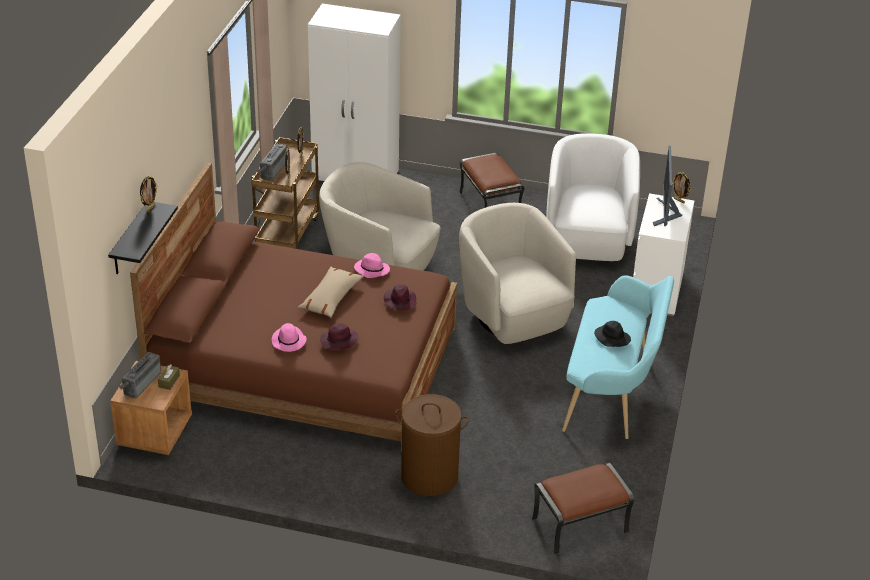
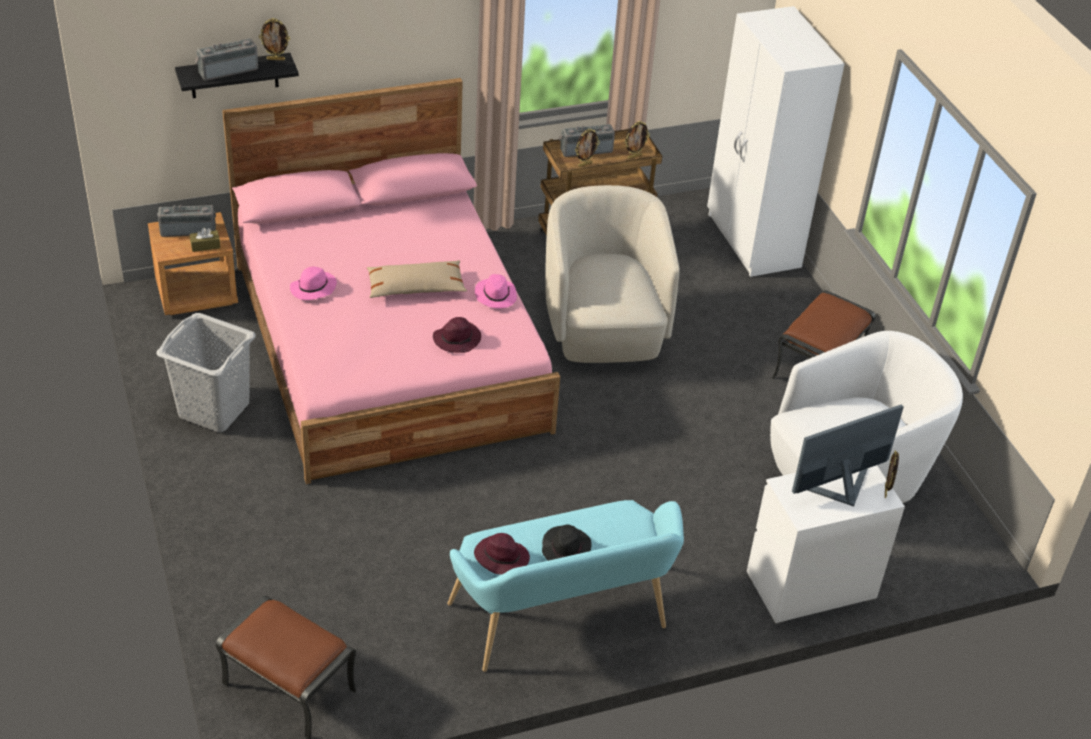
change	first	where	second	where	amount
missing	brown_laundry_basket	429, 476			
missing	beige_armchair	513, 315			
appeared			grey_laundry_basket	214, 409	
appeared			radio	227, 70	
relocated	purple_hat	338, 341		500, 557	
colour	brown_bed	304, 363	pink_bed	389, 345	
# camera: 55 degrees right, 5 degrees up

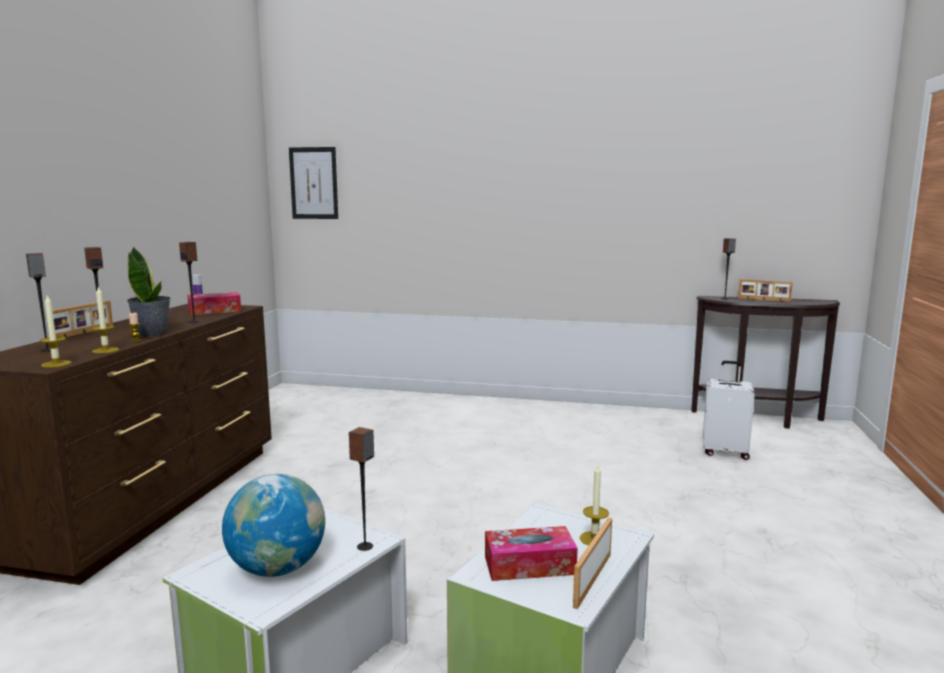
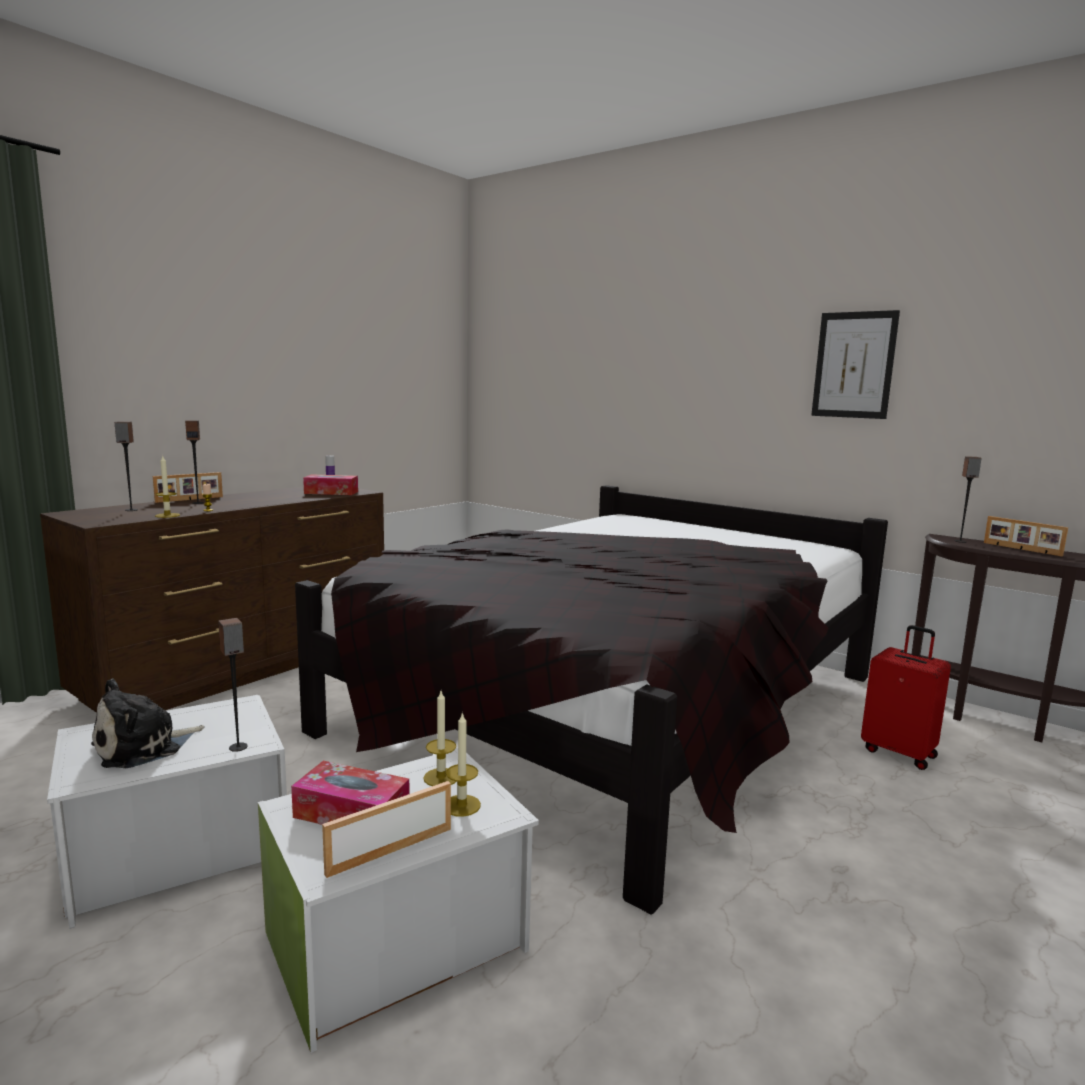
change	first	where	second	where	amount
missing	potted_plant	152, 333			
missing	speaker	194, 322			
appeared			black_bed	615, 704	
relocated	candle	56, 364		441, 777	
relocated	picture	314, 183		854, 365	
exchanged	globe	278, 569	plush_toy	143, 747	
colour	white_suitcase	725, 452	red_suitcase	899, 752	
# camera: 25 degrees right, 0 degrees up

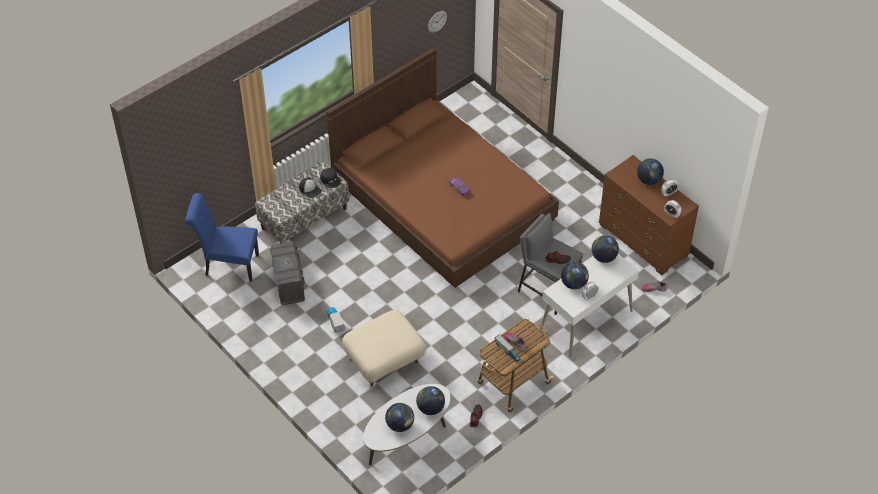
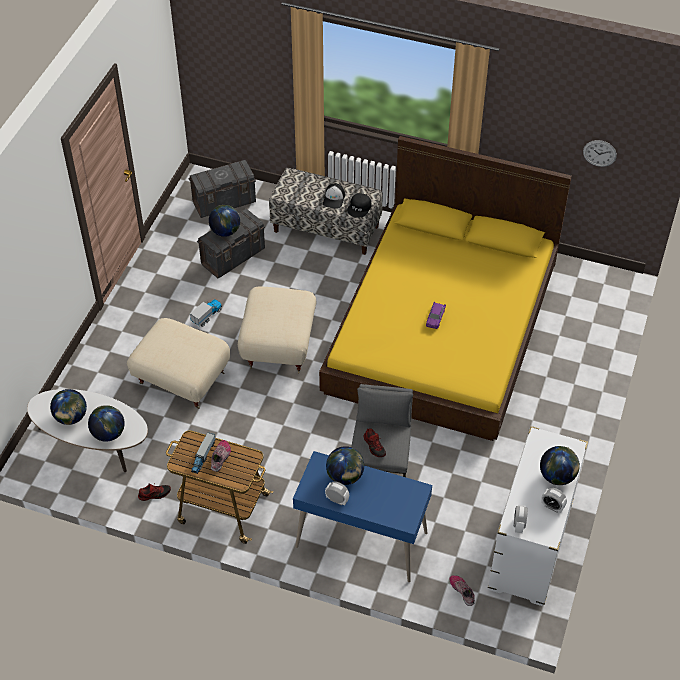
change	first	where	second	where	amount
appeared			beige_ottoman	278, 345	
relocated	globe	604, 257		225, 231	
exchanged	blue_chair	228, 265	grey_storage_box	224, 202	
colour	brown_bed	443, 198	yellow_bed	443, 326	
colour	white_desk	586, 321	blue_desk	361, 540	
colour	brown_dresser	643, 241	white_dresser	530, 546	
# camera: 60 degrees right, 0 degrees up

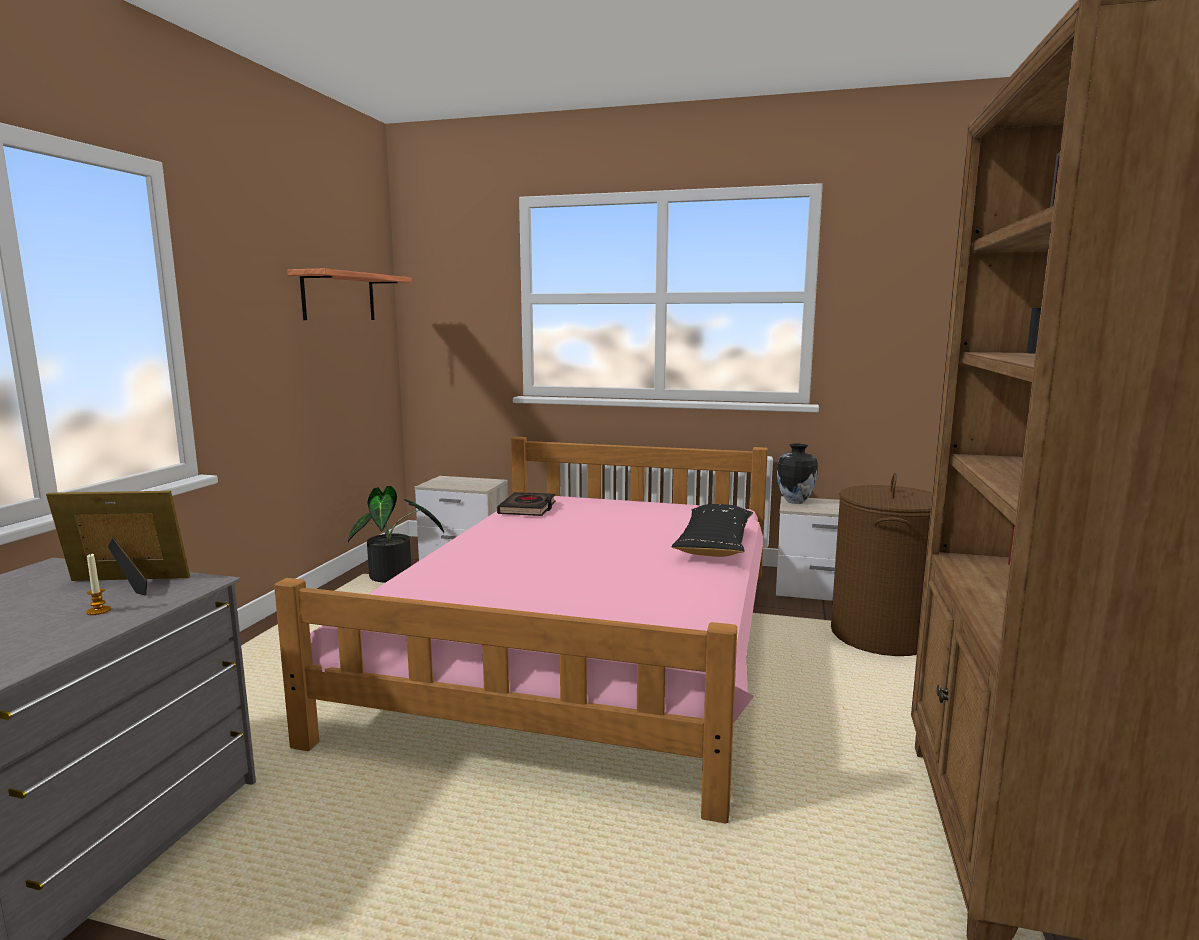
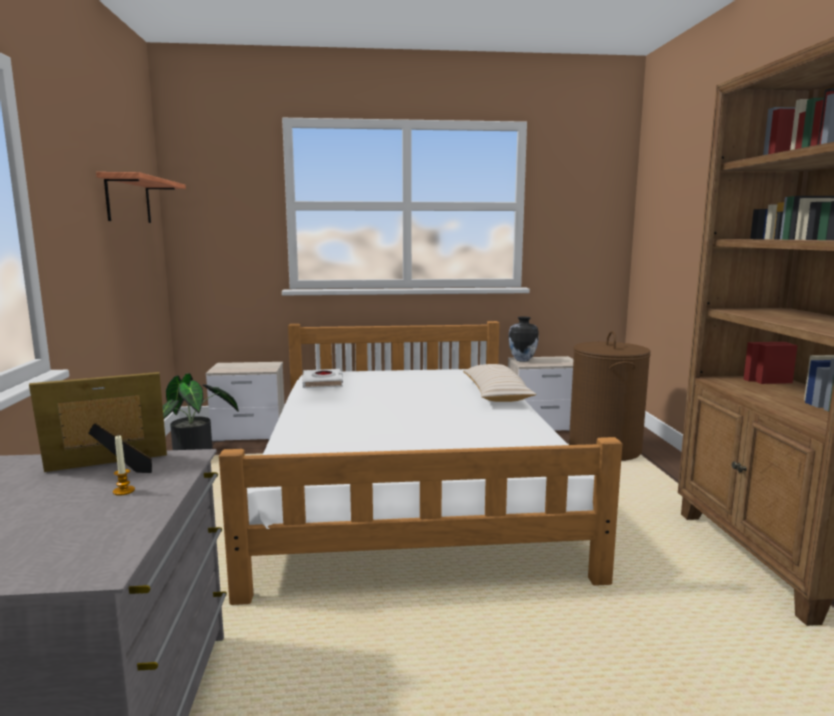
change	first	where	second	where	amount
colour	pink_bed	585, 641	white_bed	407, 482	
colour	black_book	527, 509	white_book	322, 382	
colour	black_pillow	714, 544	beige_pillow	496, 394	
# camera: 20 degrees left, 0 degrees up

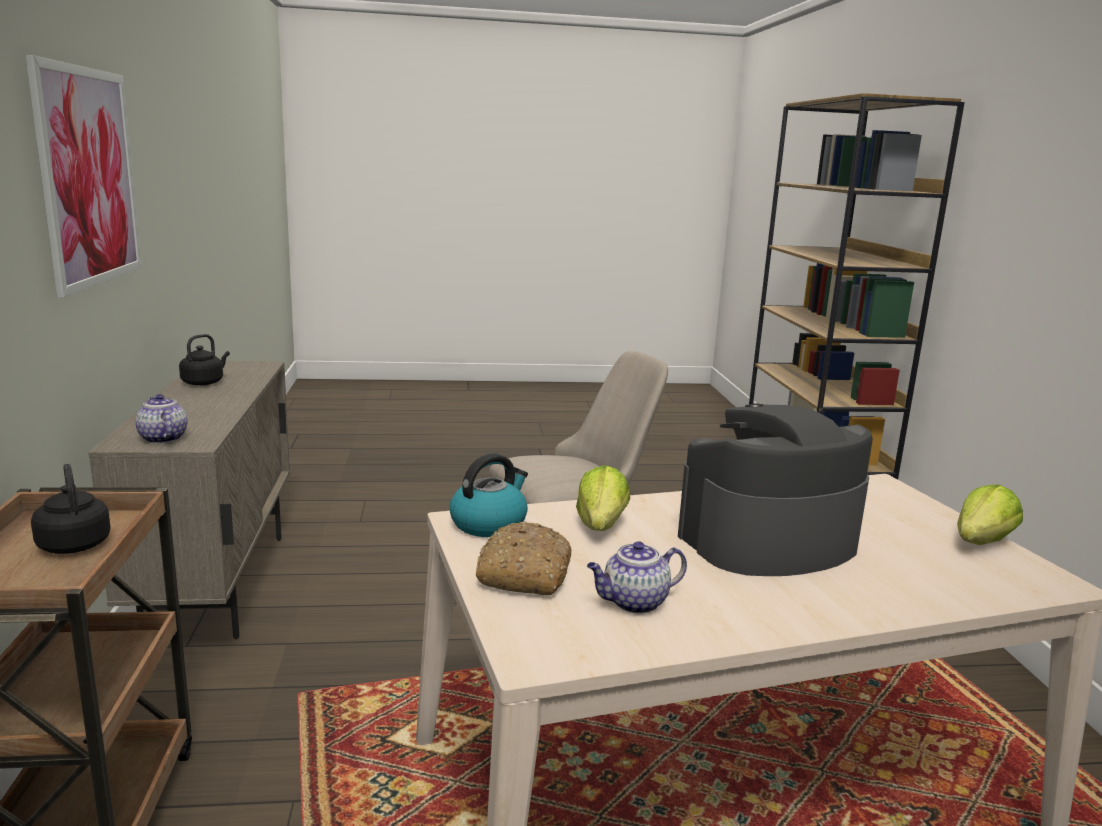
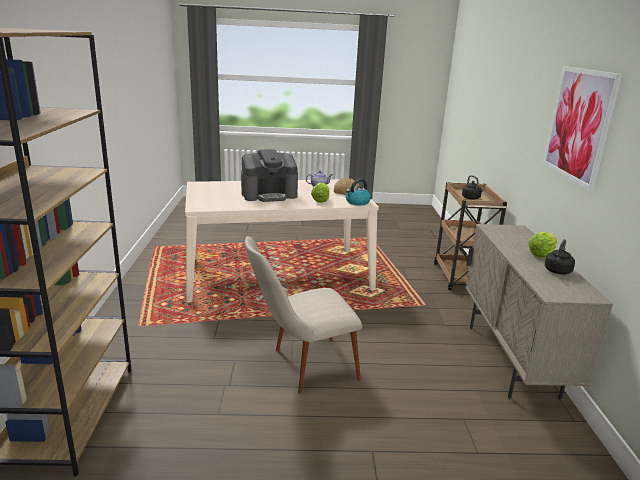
change	first	where	second	where	amount
missing	teapot	162, 438			
relocated	lettuce	981, 542		541, 254	
# camera: 175 degrees left, 5 degrees up

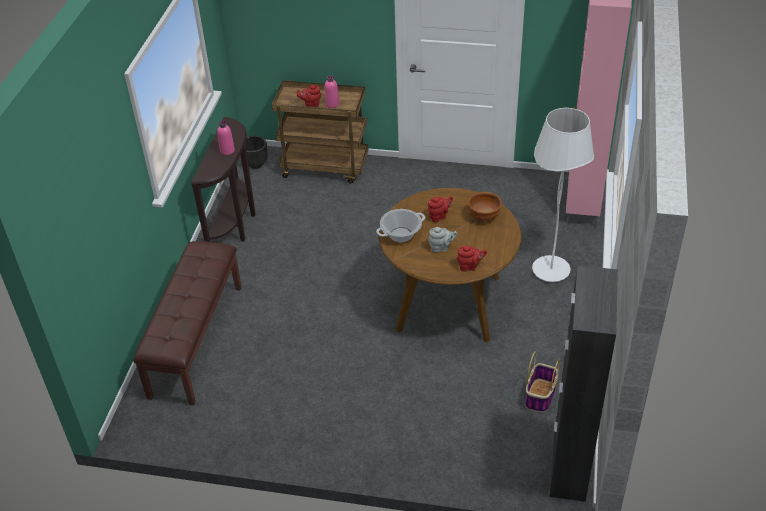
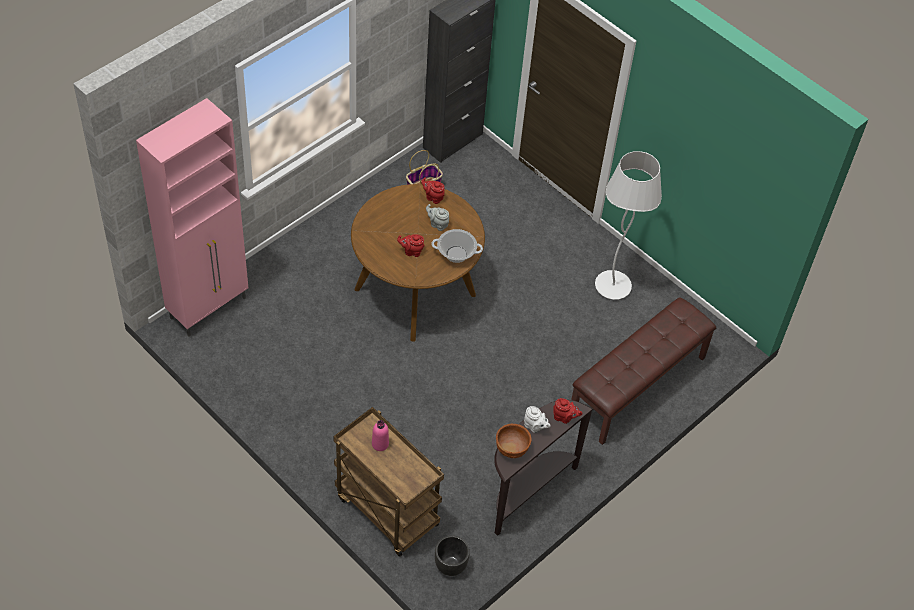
change	first	where	second	where	amount
relocated	red_teapot	311, 104		564, 418	
relocated	brown_bowl	483, 217		512, 449	
relocated	white_floor_lamp	551, 271		613, 286	
exchanged	pink_bottle	227, 150	white_teapot	535, 427	
# camera: 150 degrees left, 10 degrees up

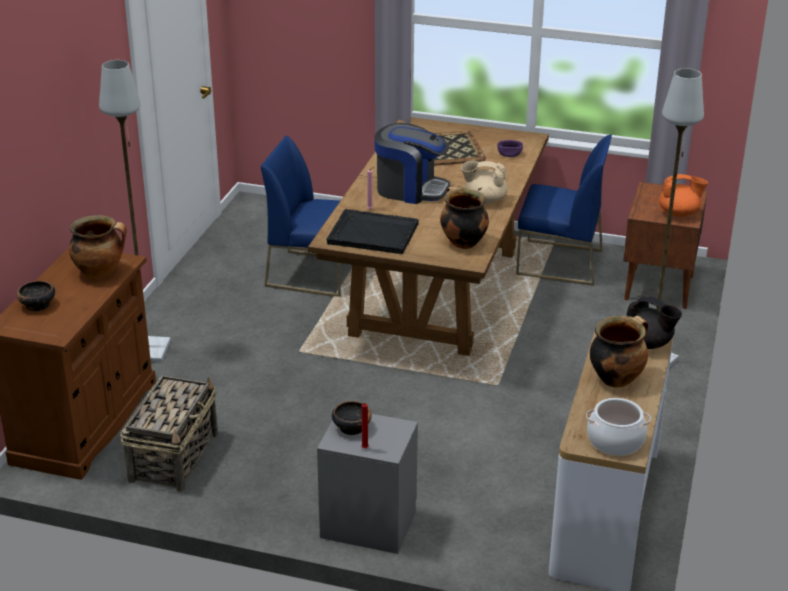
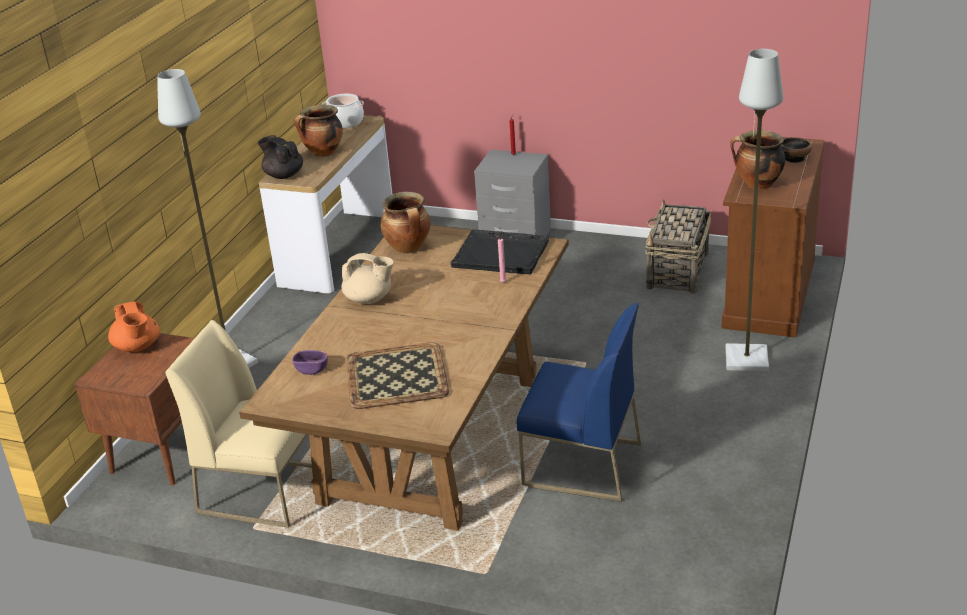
change	first	where	second	where	amount
missing	bowl	351, 427			
missing	coffee_machine	410, 189			
colour	blue_chair	558, 263	beige_chair	264, 490	
spun	orange_teapot	679, 213		137, 347	120 degrees counterclockwise
# camera: 175 degrees left, 0 degrees up

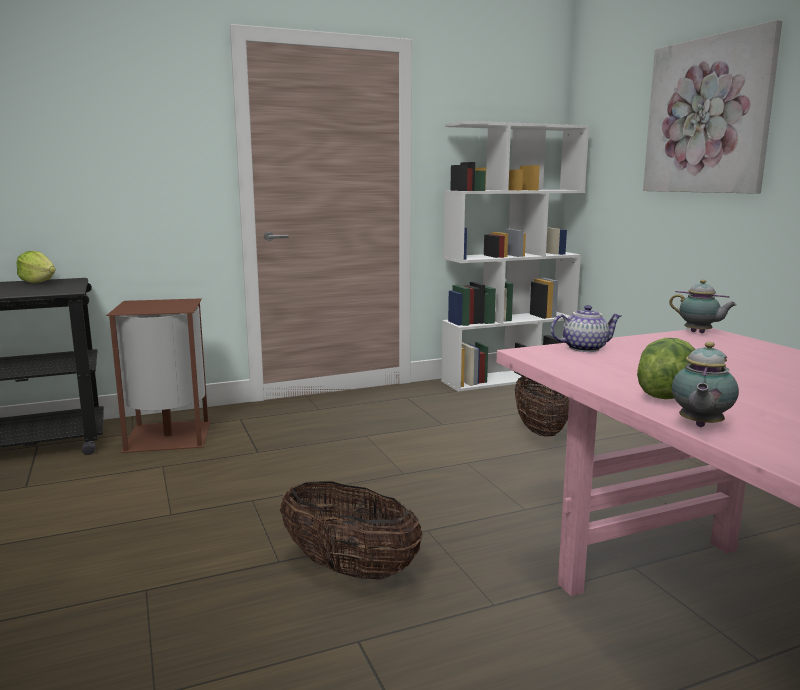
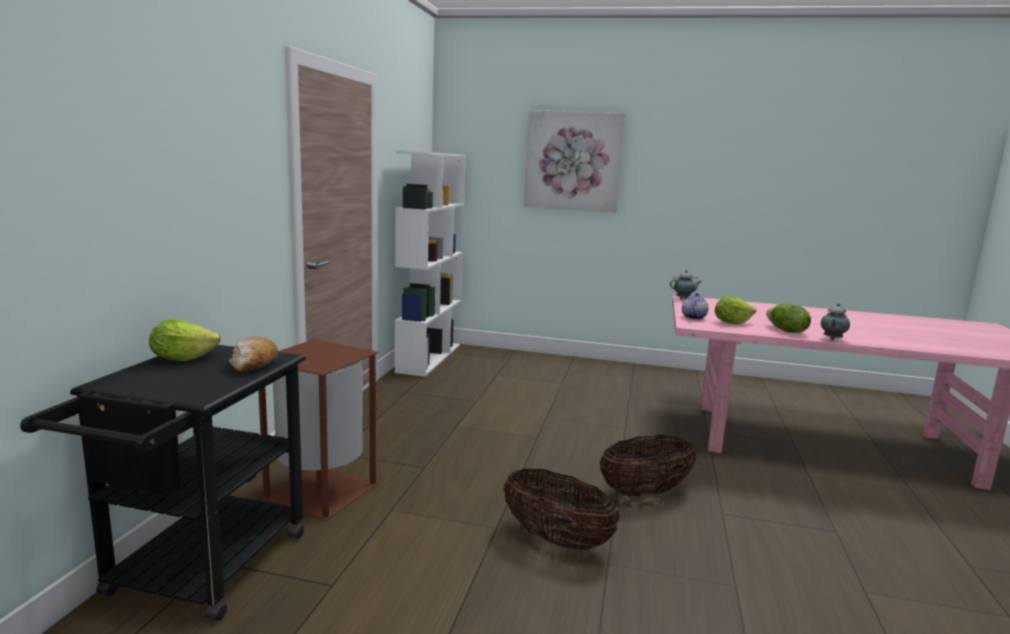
change	first	where	second	where	amount
appeared			bread	253, 364	
appeared			lettuce	731, 323	
relocated	basket	540, 430		556, 539	
spun	teapot	699, 425		831, 339	60 degrees clockwise
# camera: 55 degrees left, 0 degrees up

